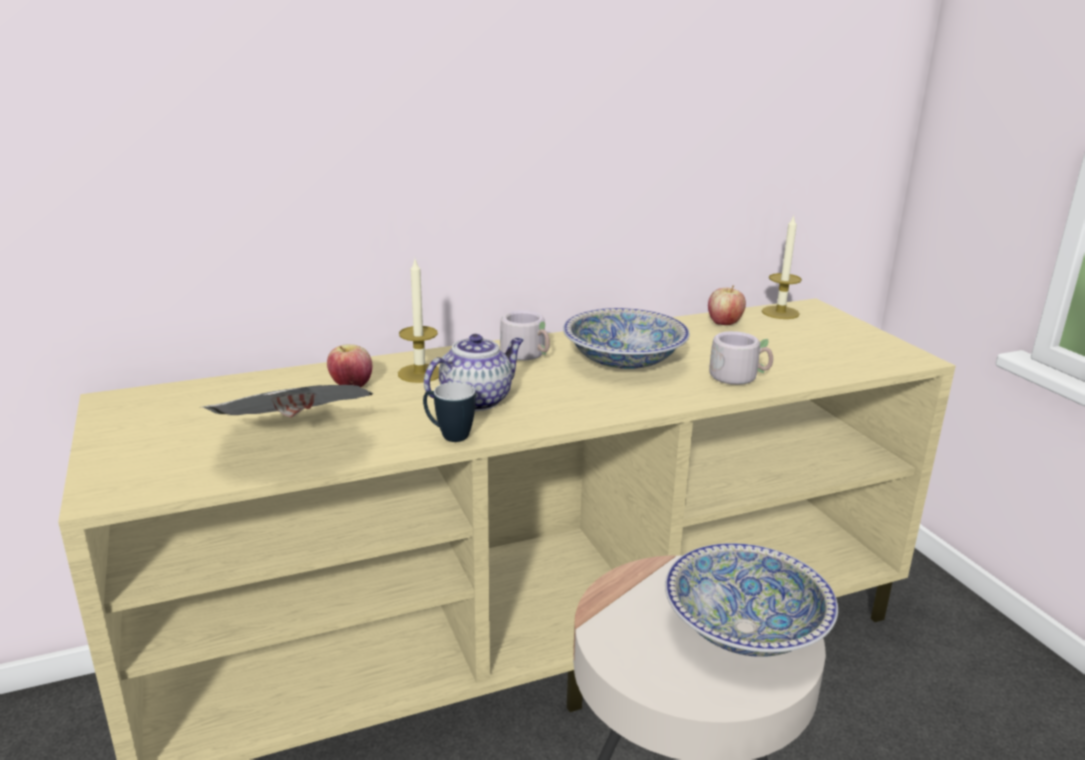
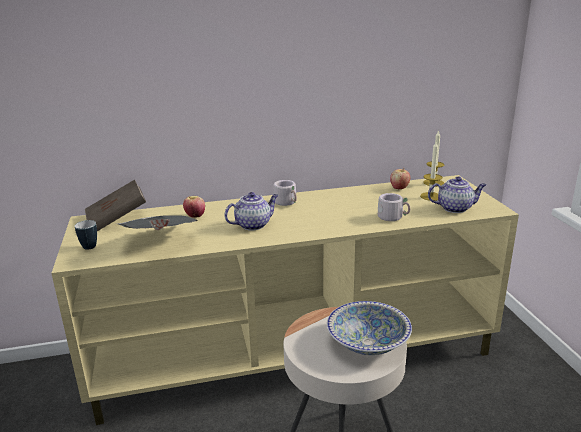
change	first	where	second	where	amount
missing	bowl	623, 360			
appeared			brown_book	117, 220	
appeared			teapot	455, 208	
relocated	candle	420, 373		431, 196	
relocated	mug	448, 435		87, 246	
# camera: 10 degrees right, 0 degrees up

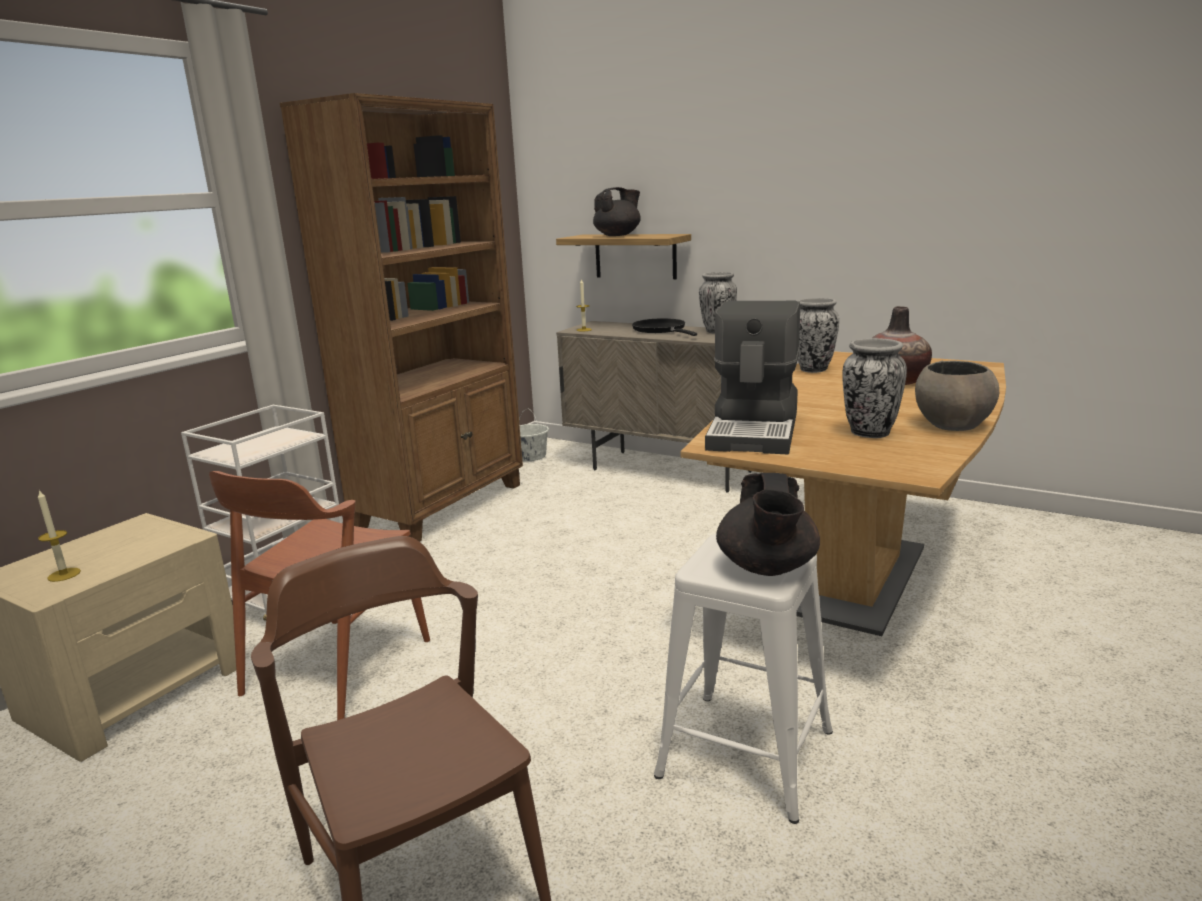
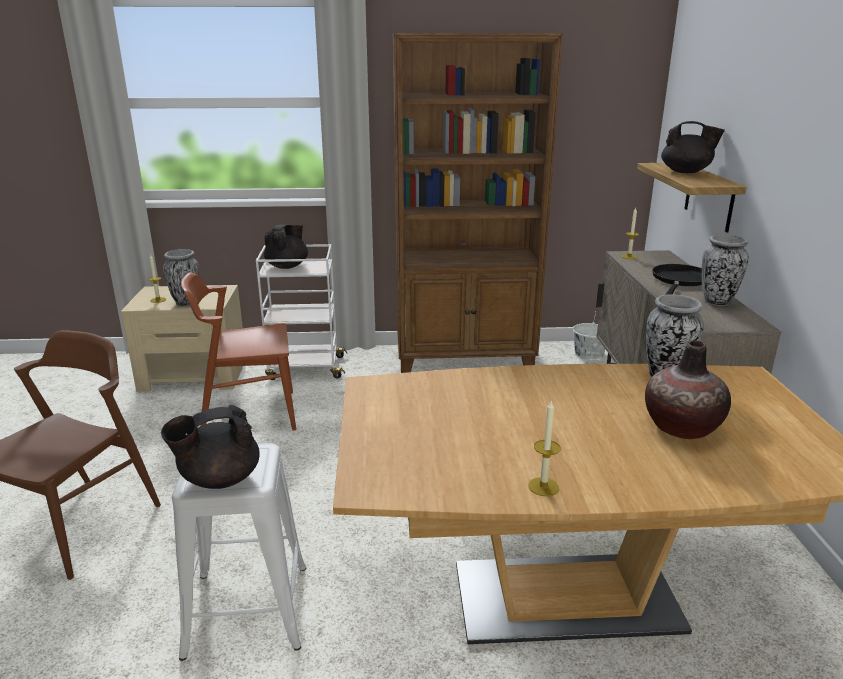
change	first	where	second	where	amount
missing	coffee_machine	755, 430			
appeared			black_teapot	287, 266	
relocated	vase	869, 433		186, 303	
exchanged	grey_bowl	952, 425	candle	543, 487	
# camera: 55 degrees right, 5 degrees up

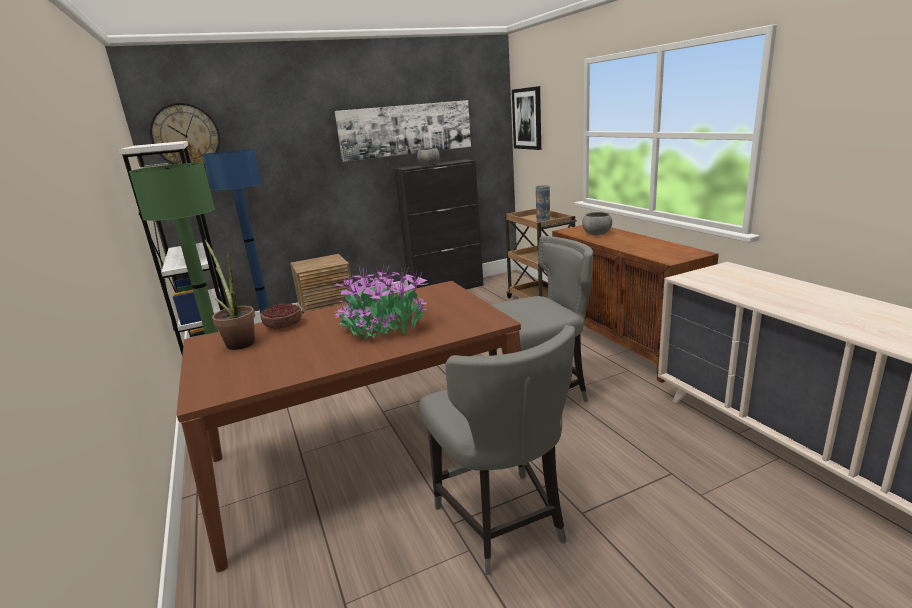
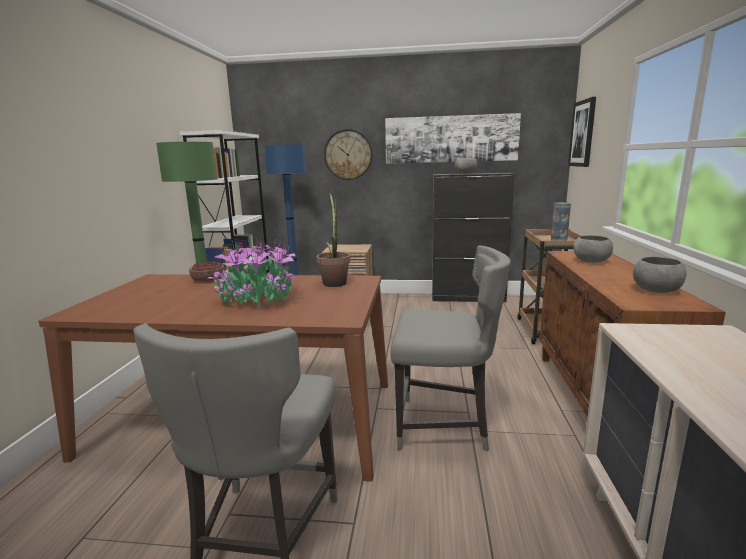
change	first	where	second	where	amount
appeared			grey_bowl	656, 290	
relocated	wall_clock	185, 136		348, 154	
relocated	potted_plant	239, 342		334, 282	
# camera: 30 degrees right, 5 degrees down

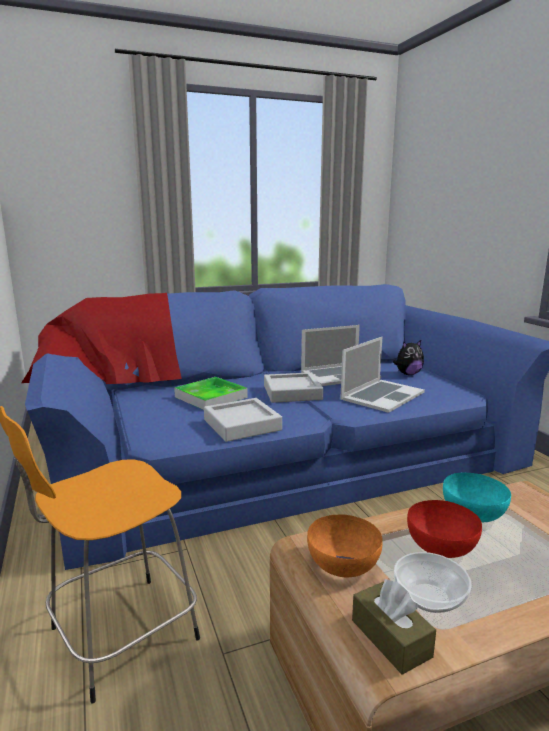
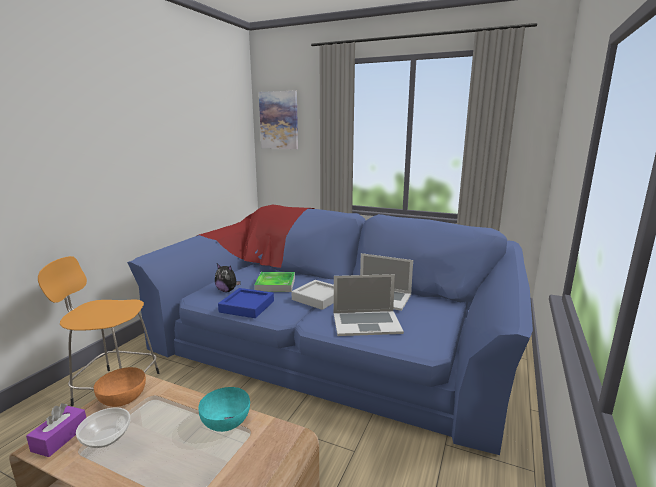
change	first	where	second	where	amount
missing	red_bowl	441, 547			
appeared			picture	279, 120	
relocated	plush_toy	408, 374		227, 290	
colour	grey_tray	242, 425	blue_tray	247, 306	
colour	brown_tissue_box	390, 638	purple_tissue_box	60, 438	
# camera: 45 degrees right, 0 degrees up

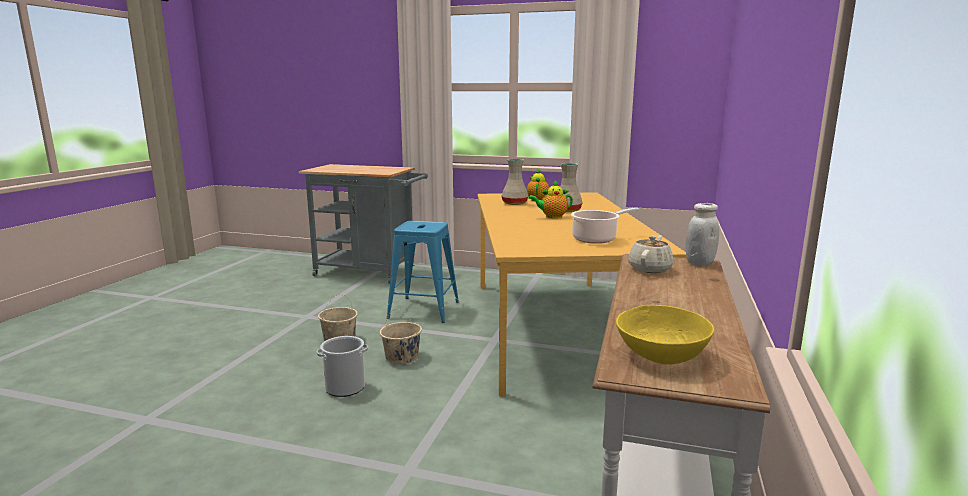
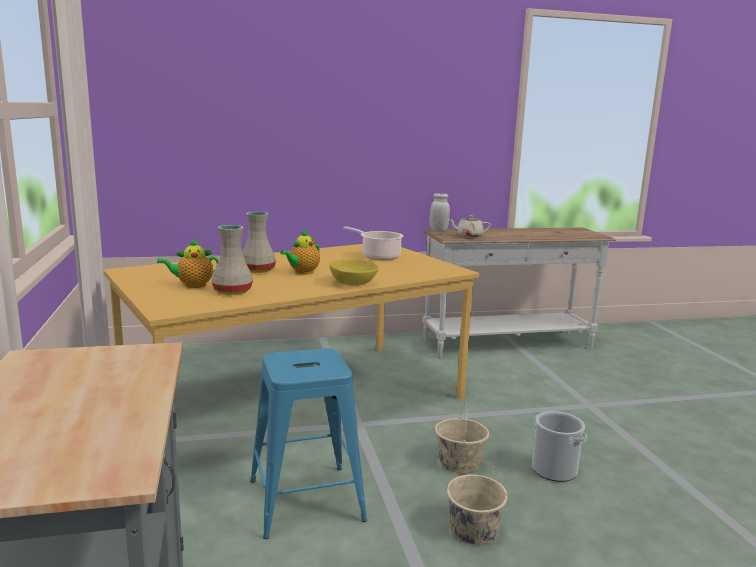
change	first	where	second	where	amount
relocated	yellow_bowl	661, 355		353, 283	
spun	teapot	552, 217		302, 272	75 degrees clockwise
# camera: 120 degrees left, 0 degrees up

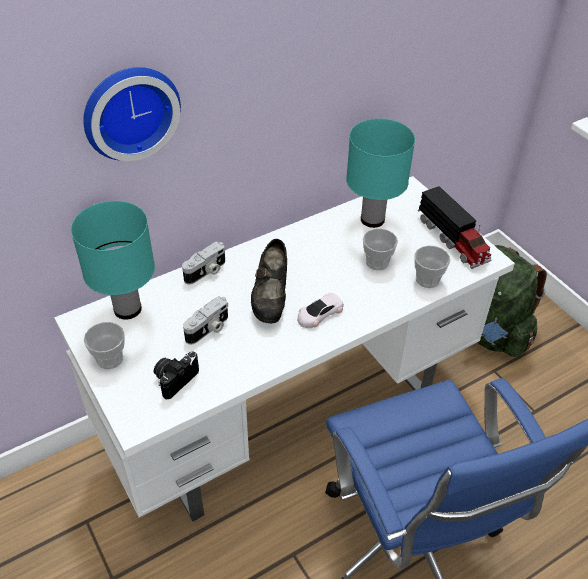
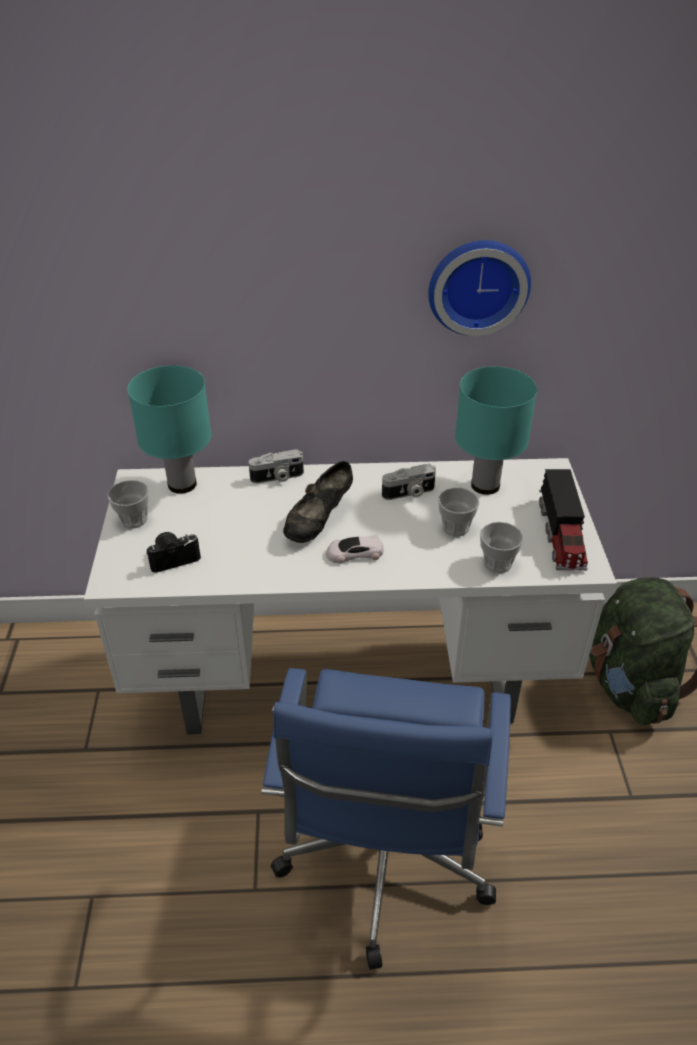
change	first	where	second	where	amount
relocated	wall_clock	129, 111		478, 285	
relocated	photo_camera	209, 329		409, 493	
# camera: 30 degrees right, 5 degrees down

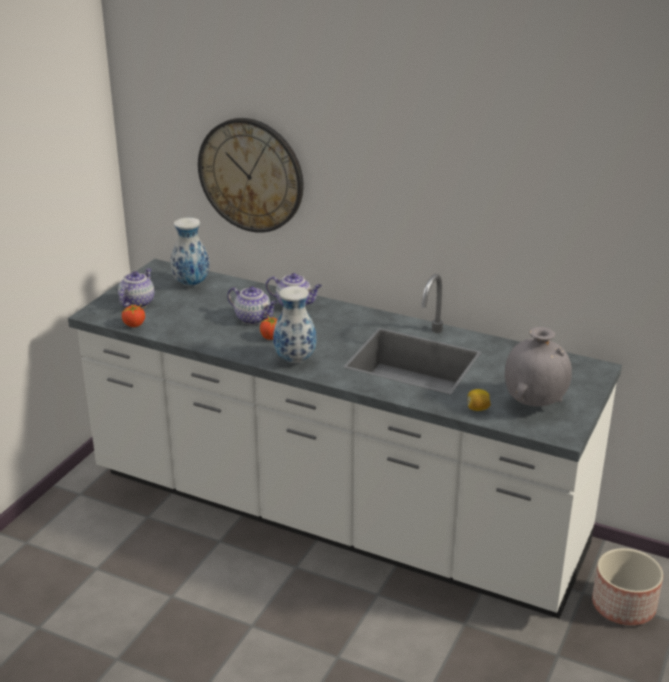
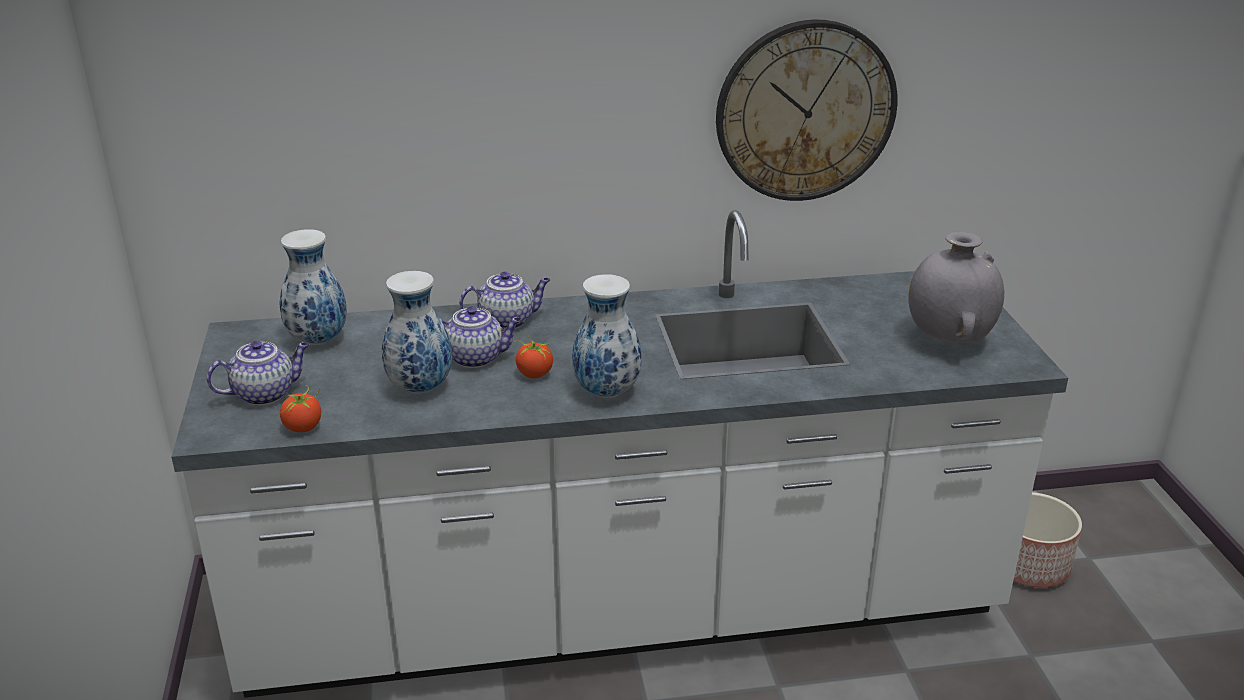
change	first	where	second	where	amount
missing	lemon	477, 409			
appeared			vase	419, 387	
relocated	wall_clock	251, 175		805, 111	
spun	teapot	137, 302		265, 393	75 degrees clockwise
# camera: 35 degrees left, 0 degrees up

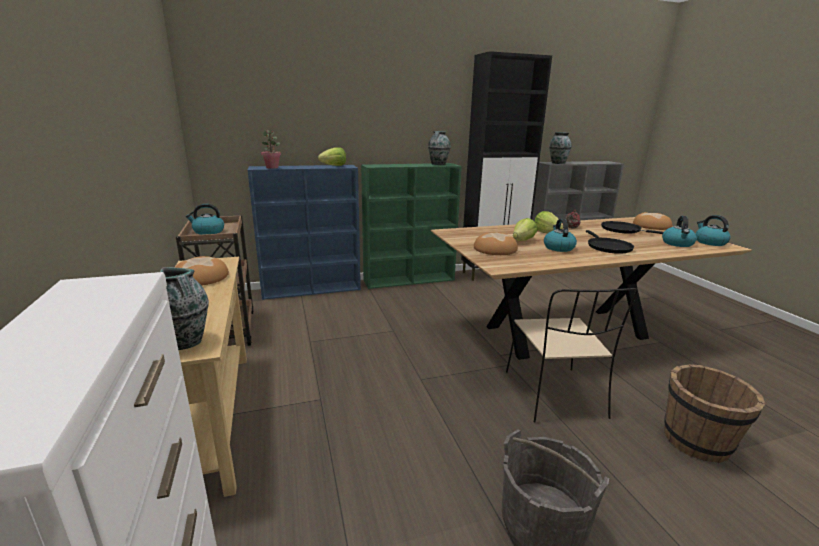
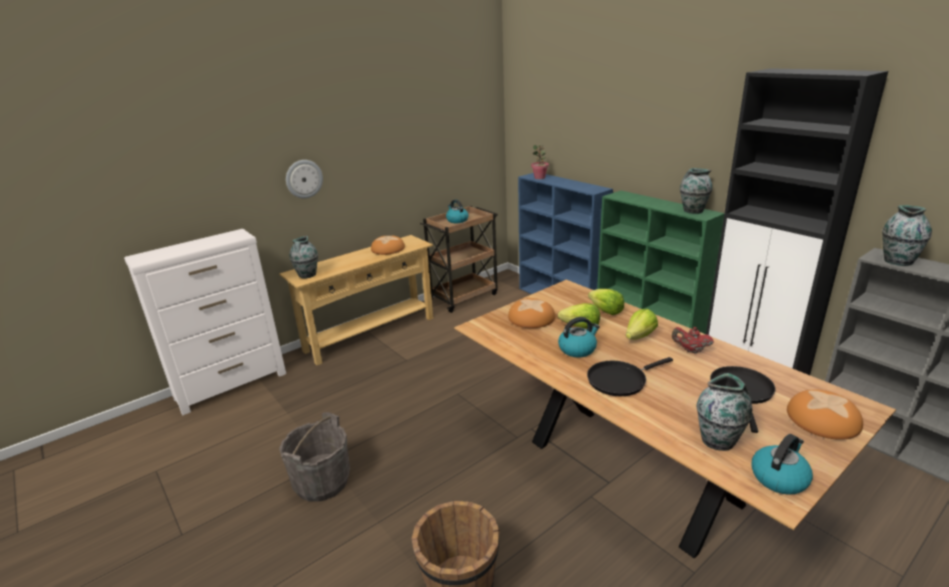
change	first	where	second	where	amount
missing	beige_chair	555, 396			
appeared			wall_clock	304, 179	
relocated	lettuce	334, 165		605, 311	
exchanged	kettle	677, 244	vase	718, 440	
# camera: 70 degrees right, 5 degrees up

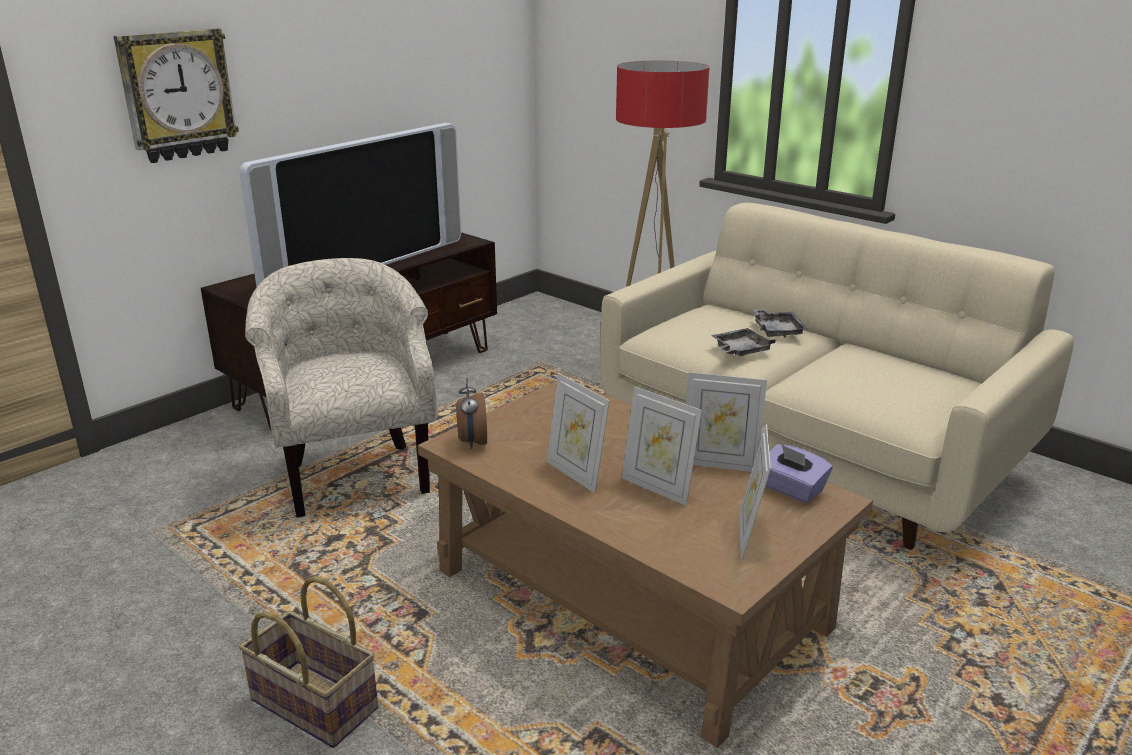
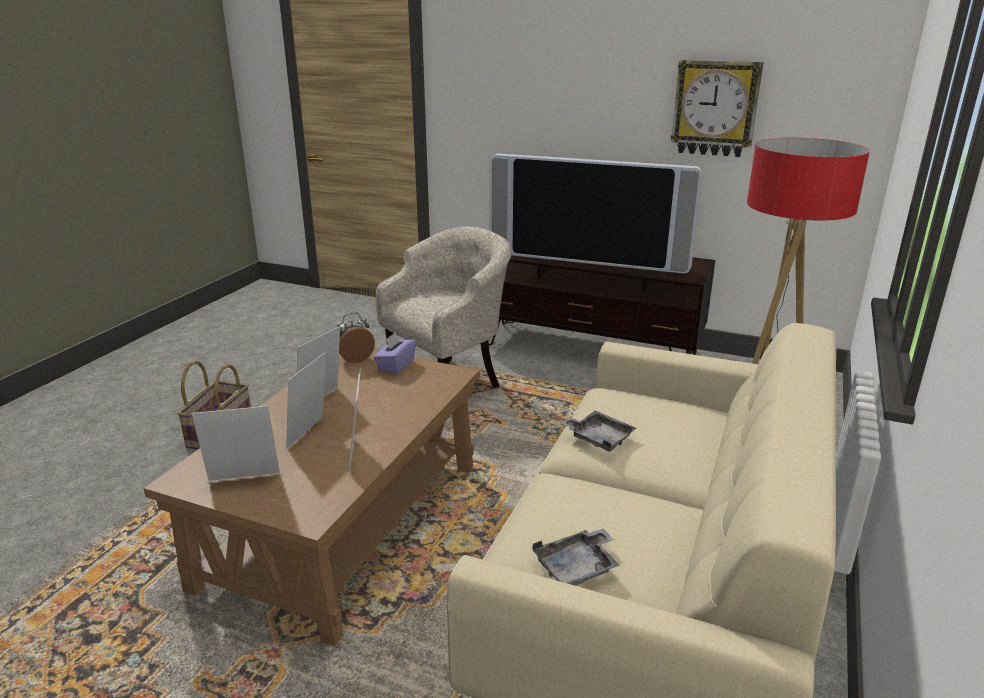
change	first	where	second	where	amount
relocated	wall_clock	177, 95		715, 108	
relocated	grey_tray	777, 330		577, 568	
relocated	purple_tissue_box	791, 489		396, 365	
# camera: 70 degrees right, 0 degrees up

